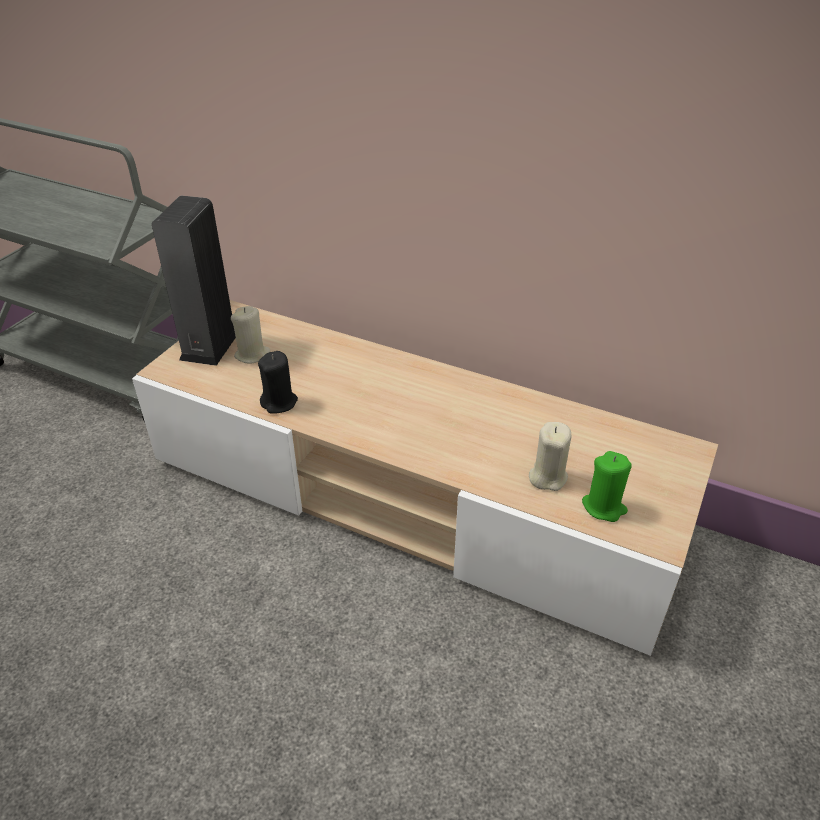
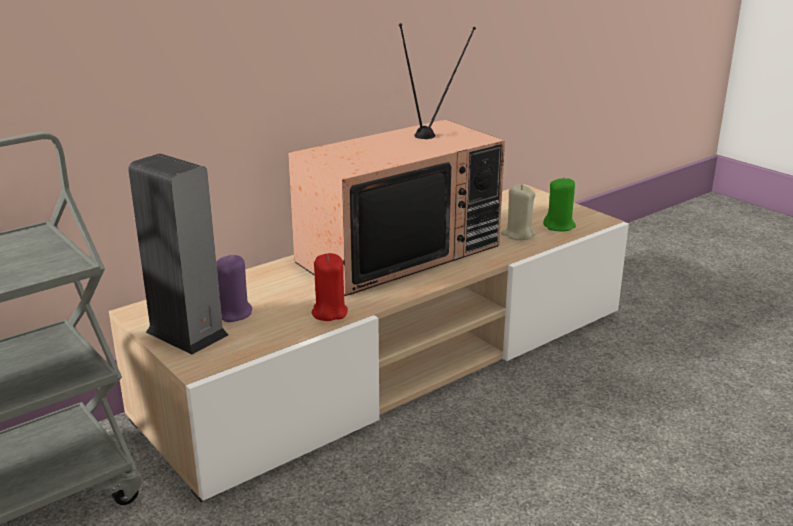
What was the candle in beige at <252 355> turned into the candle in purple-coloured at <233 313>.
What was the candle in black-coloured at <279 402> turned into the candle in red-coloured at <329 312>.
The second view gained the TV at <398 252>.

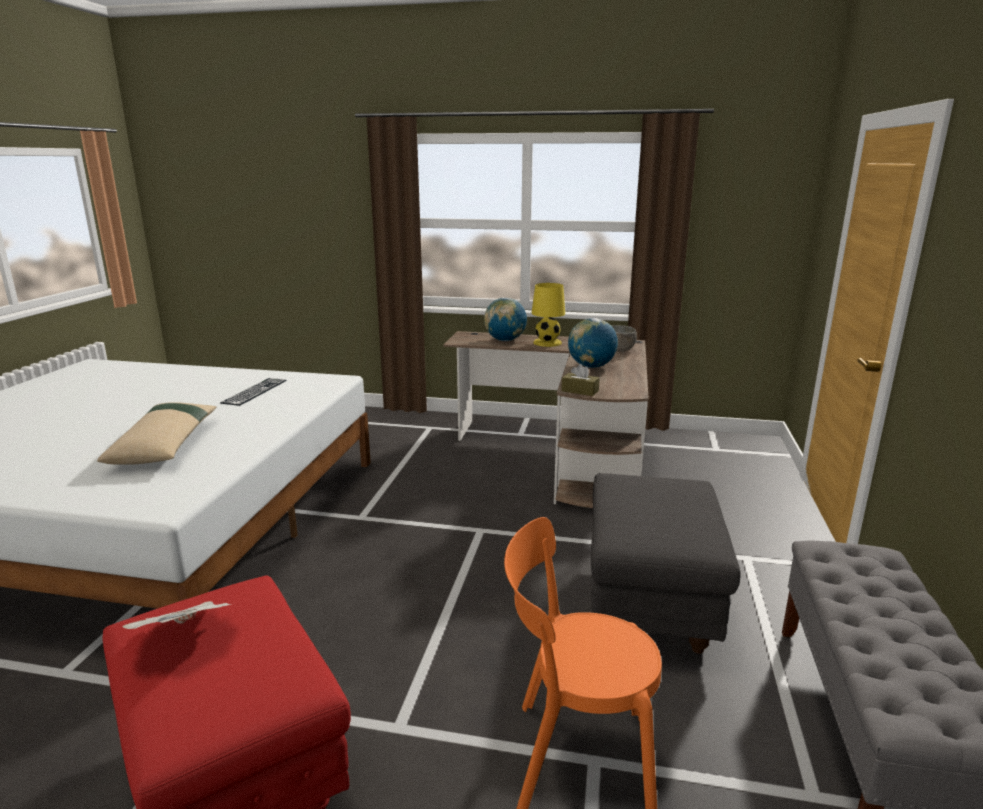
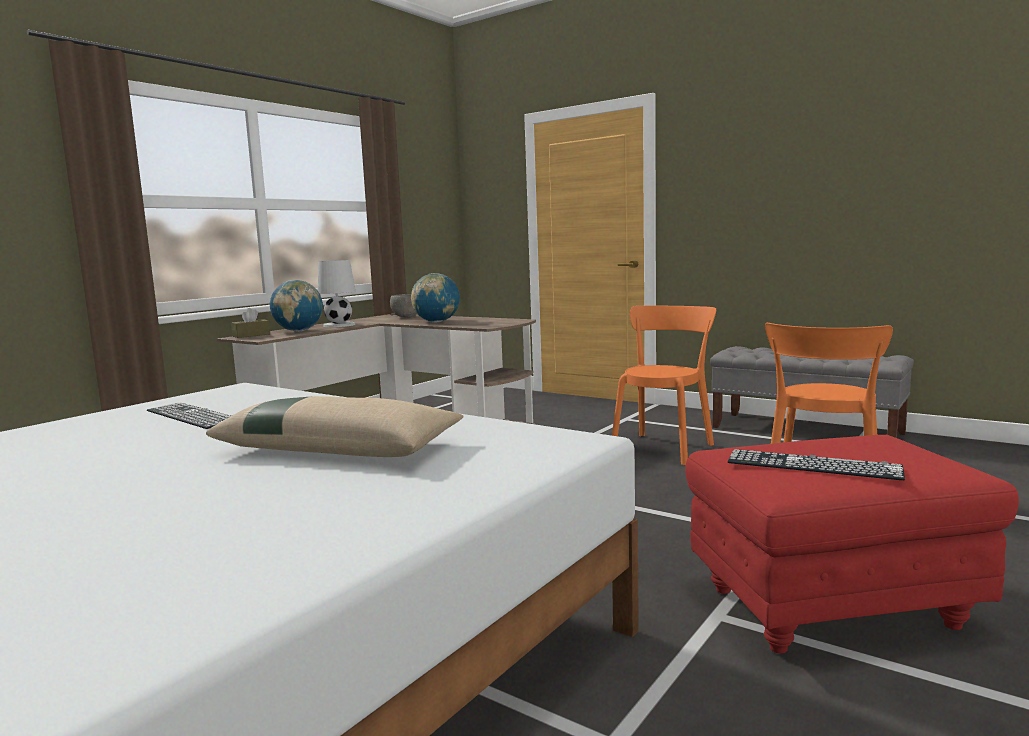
Where the printed paper stood at <186 635>, the computer keyboard came to stand at <812 465>.
What was the lamp for a table in yellow at <547 343> turned into the lamp for a table in white at <339 325>.
The tissue holder in brownish ended up elsewhere, having gone from <580 391> to <251 335>.
Where the footrest in greyish stood at <651 605>, the upright chair in orange came to stand at <664 448>.

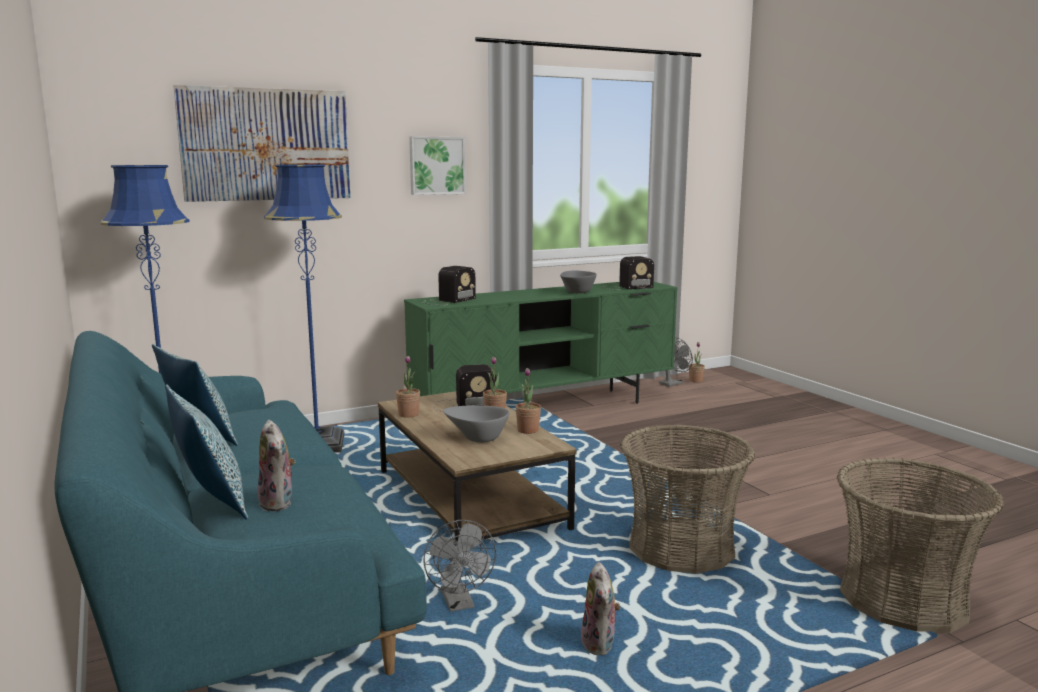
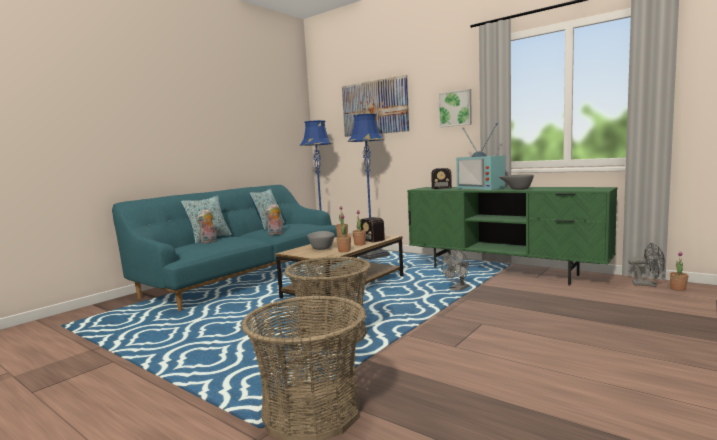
The electric fan in greyish ended up elsewhere, having gone from <459 604> to <457 289>.
The cuddly toy ended up elsewhere, having gone from <600 645> to <275 234>.
The second view lost the radio at <625 287>.
The second view gained the TV at <482 188>.

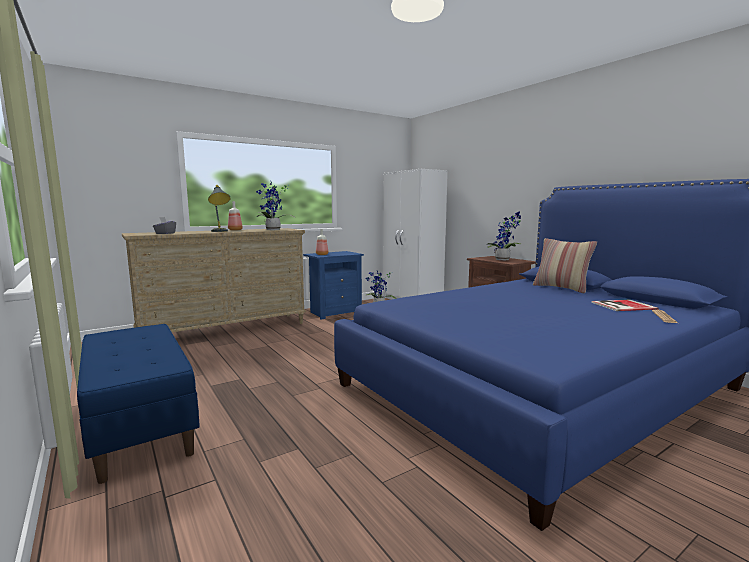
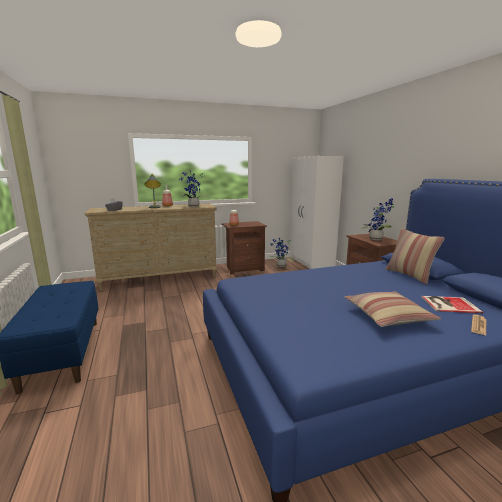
What was the night table in bluish at <334 312> turned into the night table in brownish at <244 268>.
The second view gained the pillow at <388 316>.

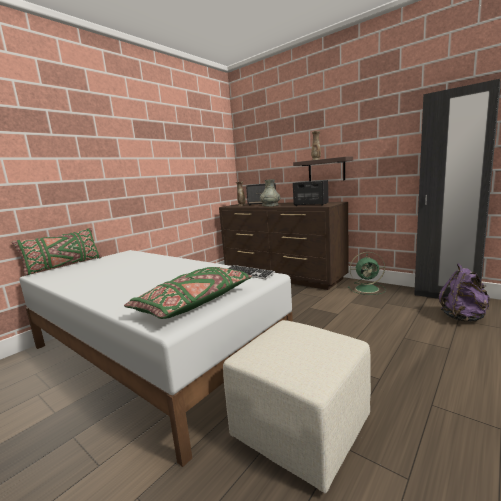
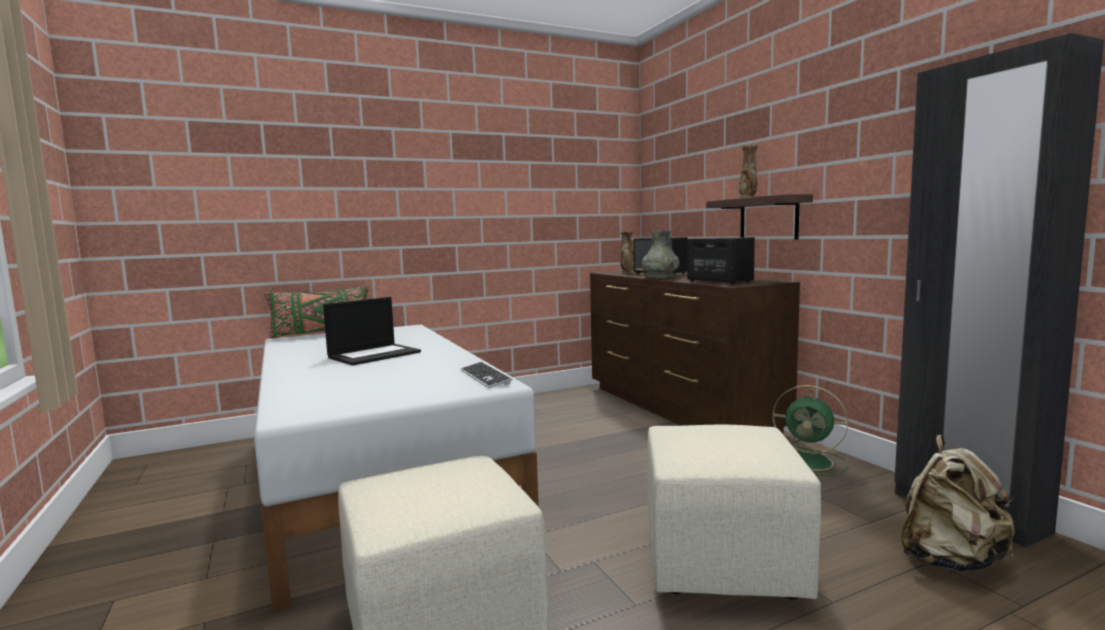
The second view lost the pillow in green-coloured at <194 303>.
What was the rucksack in purple-coloured at <463 317> turned into the rucksack in beige at <949 560>.
The second view gained the notebook computer at <375 354>.
The second view gained the footrest in beige at <723 563>.

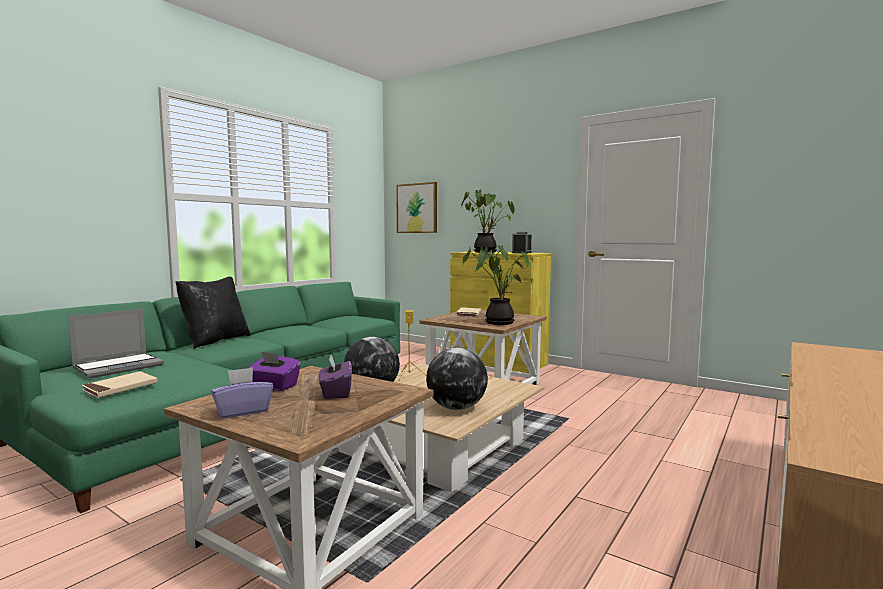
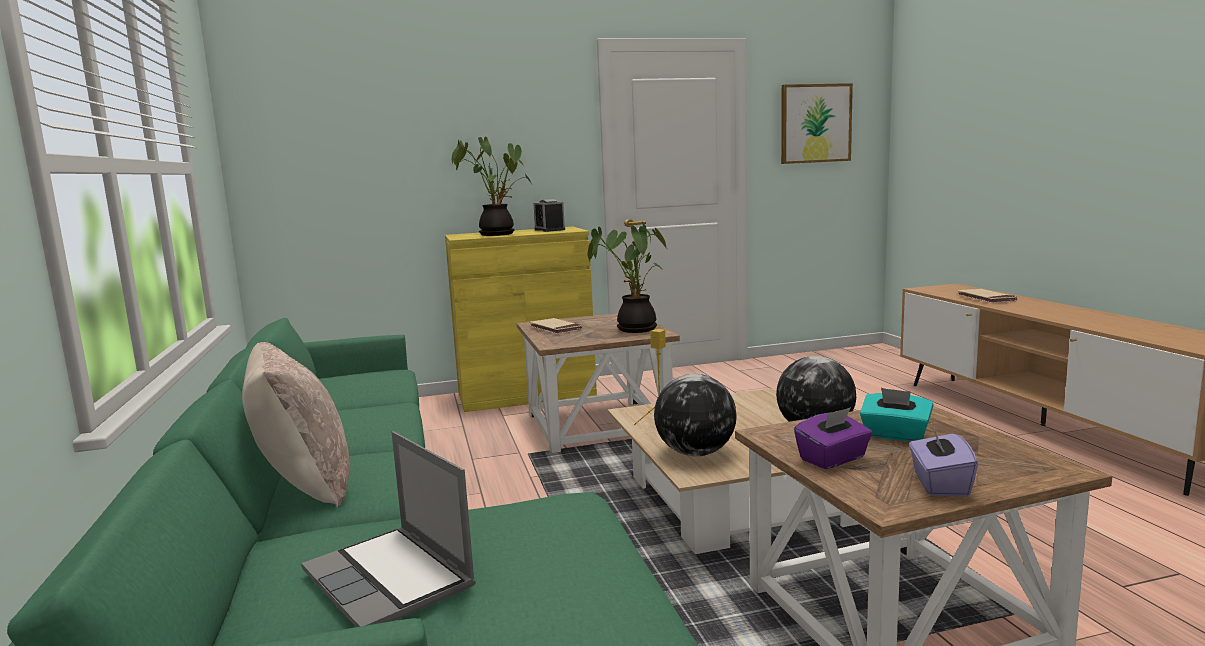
The notebook computer at <120 366> ended up facing another way, 150 degrees clockwise from before.
The bound book in beige ended up elsewhere, having gone from <120 387> to <985 299>.
What was the pillow in black-coloured at <215 340> turned into the pillow in beige at <304 485>.
What was the tissue holder in purple-coloured at <335 393> turned into the tissue holder in turquoise at <895 435>.
The wall art ended up elsewhere, having gone from <417 208> to <815 123>.

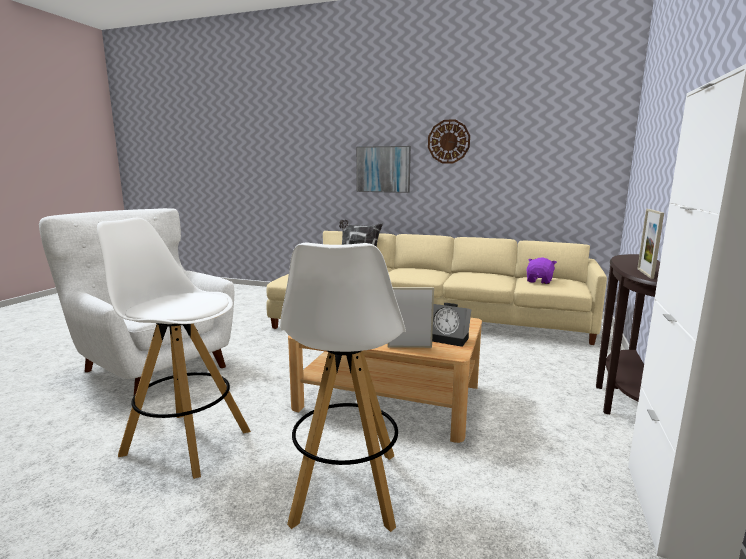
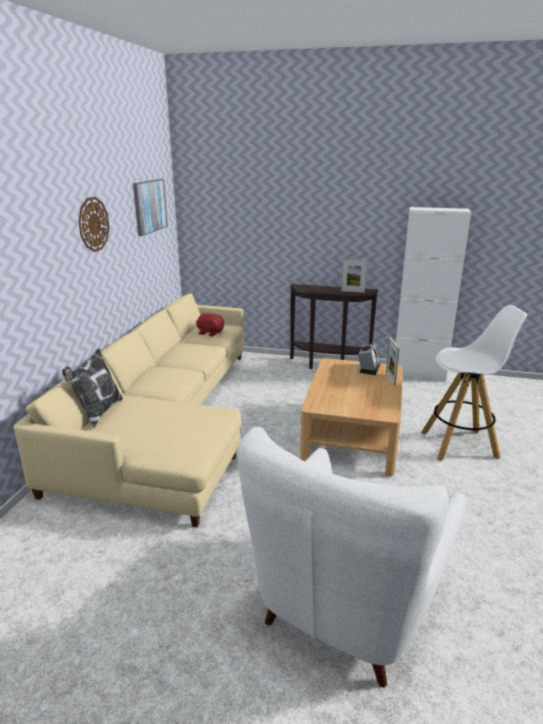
The second view lost the stool seat in white at <185 442>.
The wall art ended up elsewhere, having gone from <383 169> to <149 206>.
What was the cuddly toy in purple-coloured at <539 281> turned into the cuddly toy in red-coloured at <210 333>.

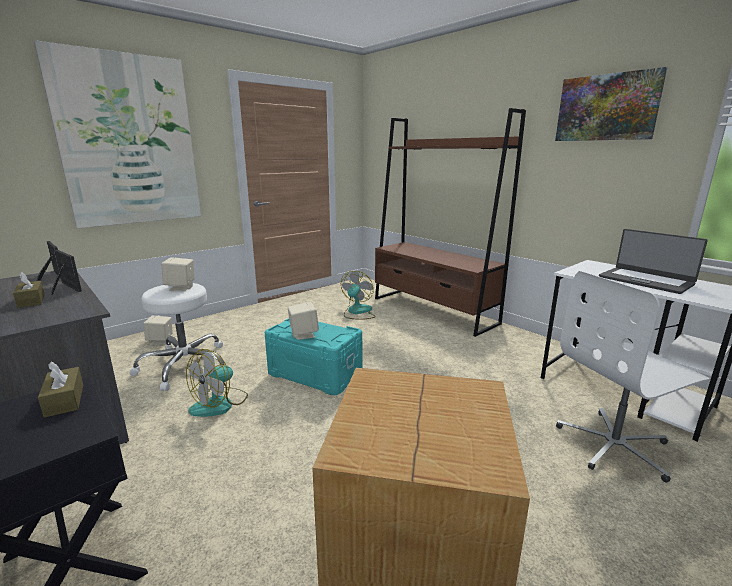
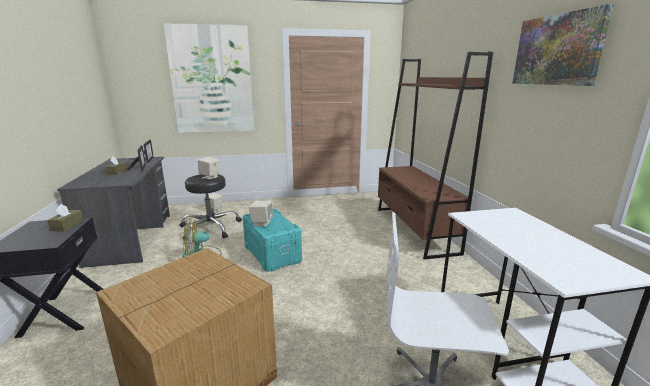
What was the stool seat in white at <185 365> turned into the stool seat in black-coloured at <210 228>.
The second view lost the electric fan at <357 312>.
The second view lost the notebook computer at <645 280>.

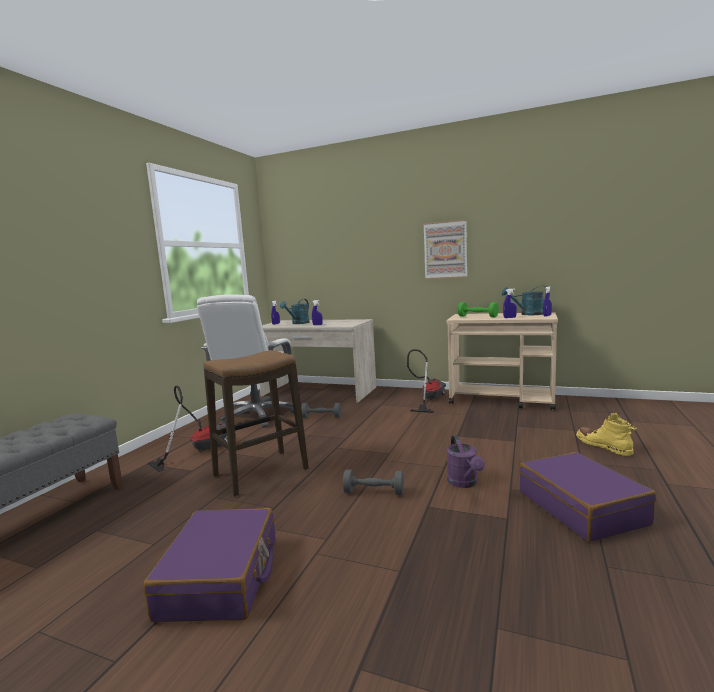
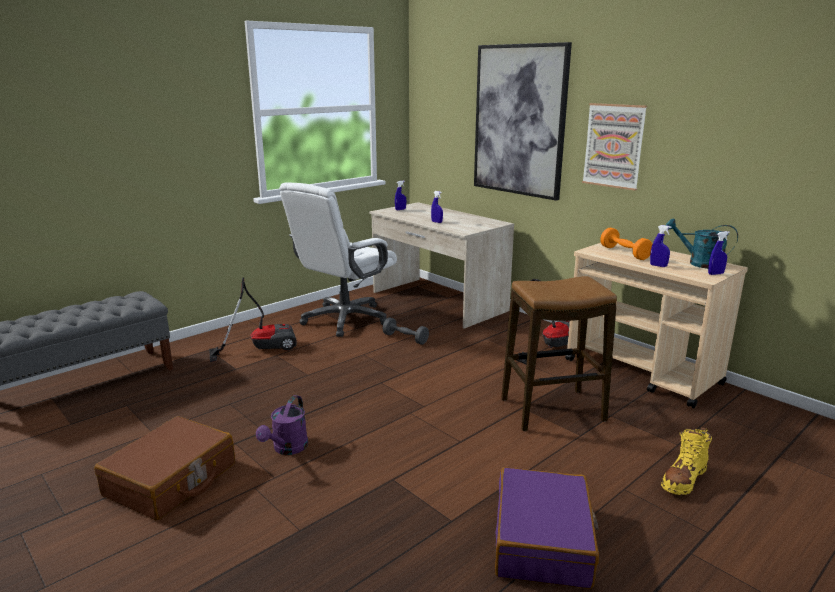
What was the travel case in purple-coloured at <221 578> turned into the travel case in brownish at <171 480>.
The stool seat ended up elsewhere, having gone from <261 472> to <552 410>.
The second view lost the watering pot in turquoise at <298 323>.
The second view lost the dumbbell in greyish at <374 492>.
The watering pot in purple-coloured ended up elsewhere, having gone from <465 483> to <287 449>.
What was the dumbbell in green-coloured at <477 316> turned into the dumbbell in orange at <624 253>.
The high-top boot in yellow at <604 446> ended up facing another way, 135 degrees counterclockwise from before.
The second view gained the wall art at <519 121>.

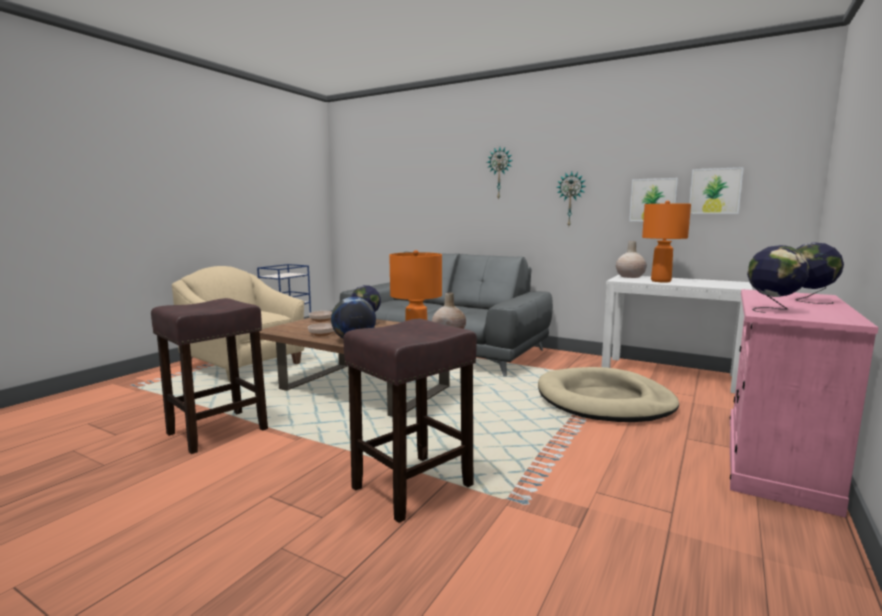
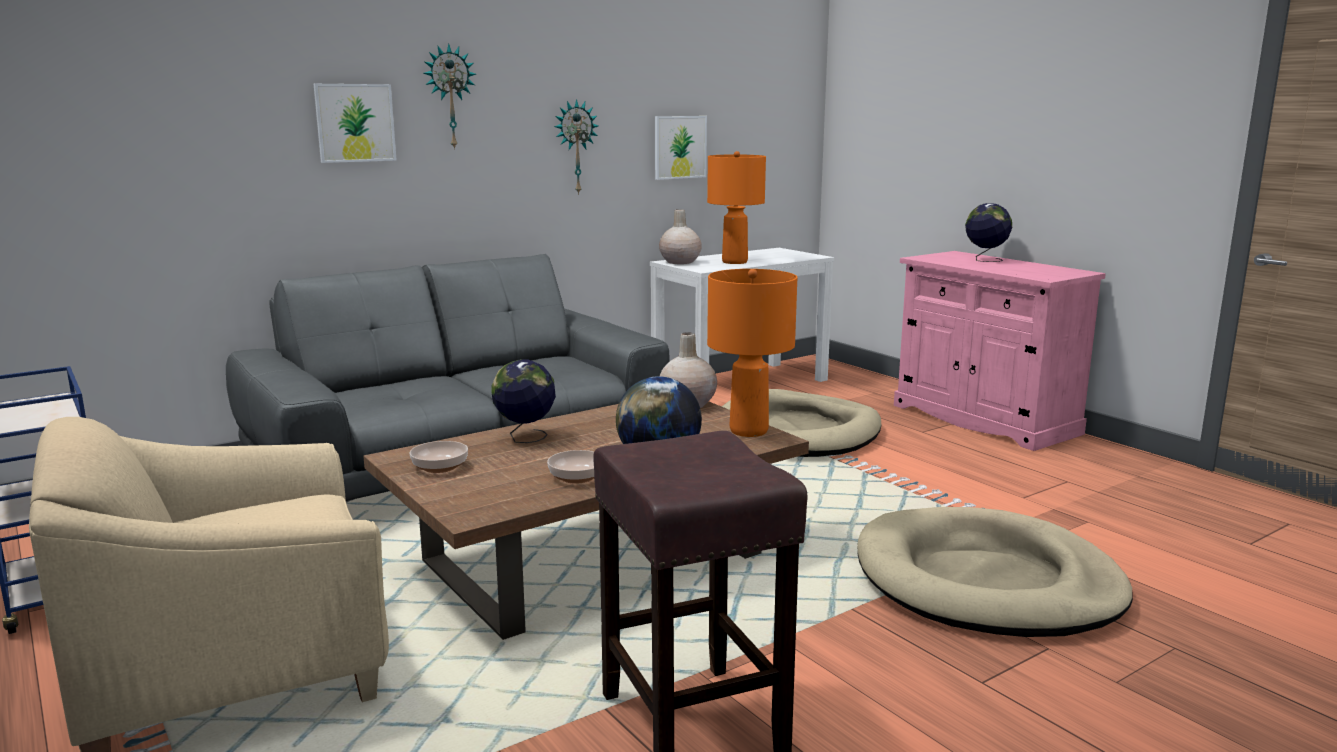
Where the stool seat in brownish stood at <411 487>, the dog bed in beige came to stand at <986 582>.
The wall art ended up elsewhere, having gone from <715 191> to <355 123>.
The second view lost the world globe at <772 310>.

